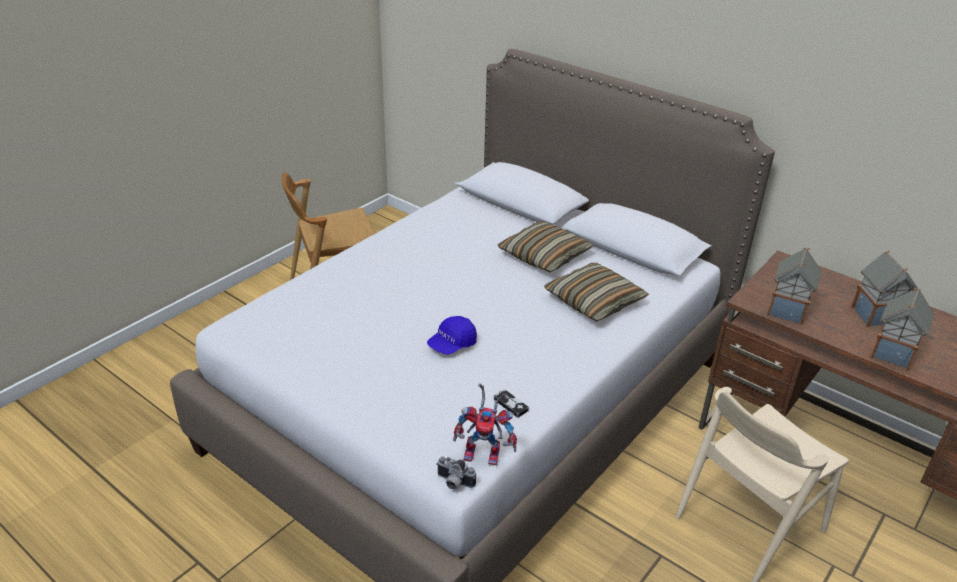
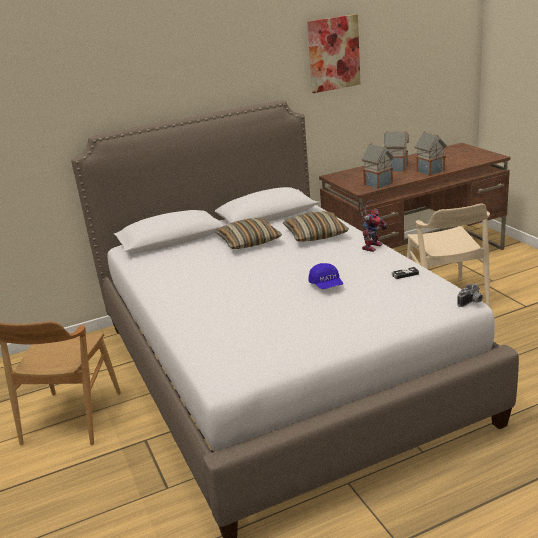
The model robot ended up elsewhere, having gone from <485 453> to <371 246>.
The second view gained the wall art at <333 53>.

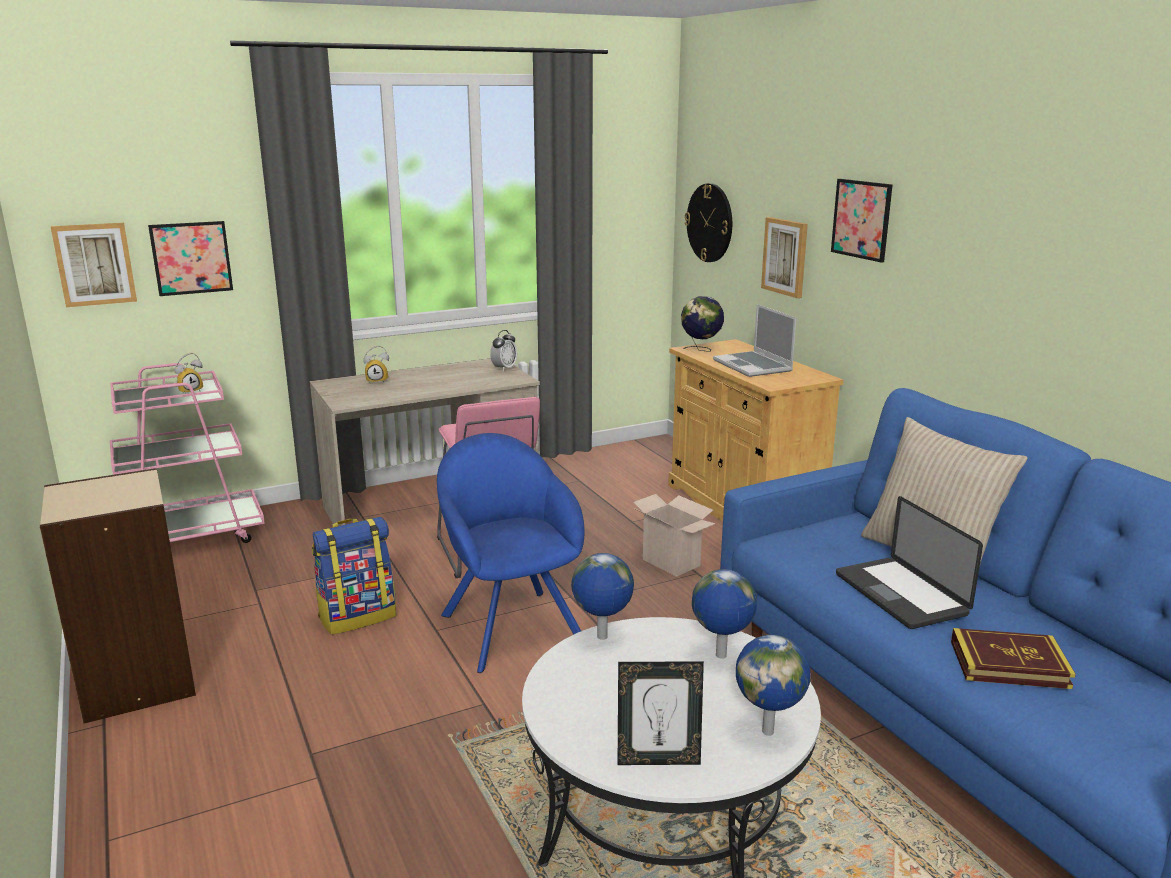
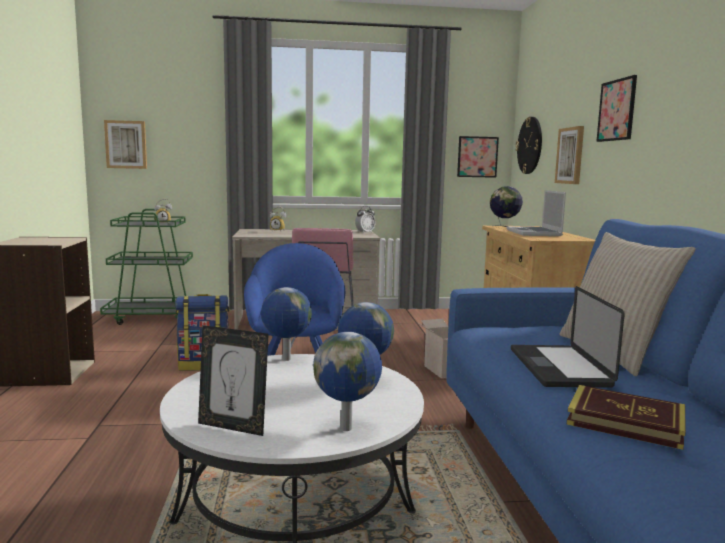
What was the trolley in pink-coloured at <190 536> turned into the trolley in green-coloured at <154 317>.
The wall art ended up elsewhere, having gone from <191 258> to <477 157>.

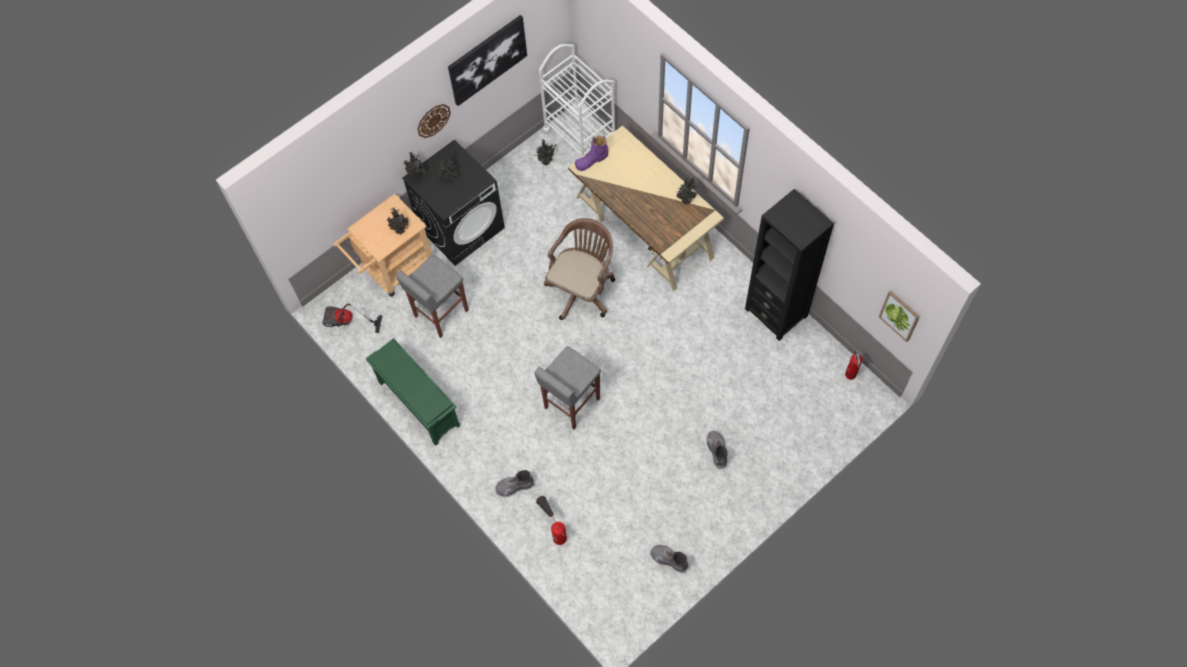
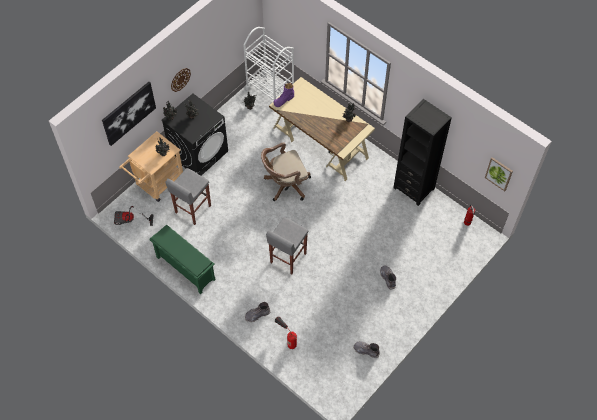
The wall art ended up elsewhere, having gone from <487 59> to <128 113>.
The computer chair in brownish at <582 289> ended up facing another way, 135 degrees counterclockwise from before.

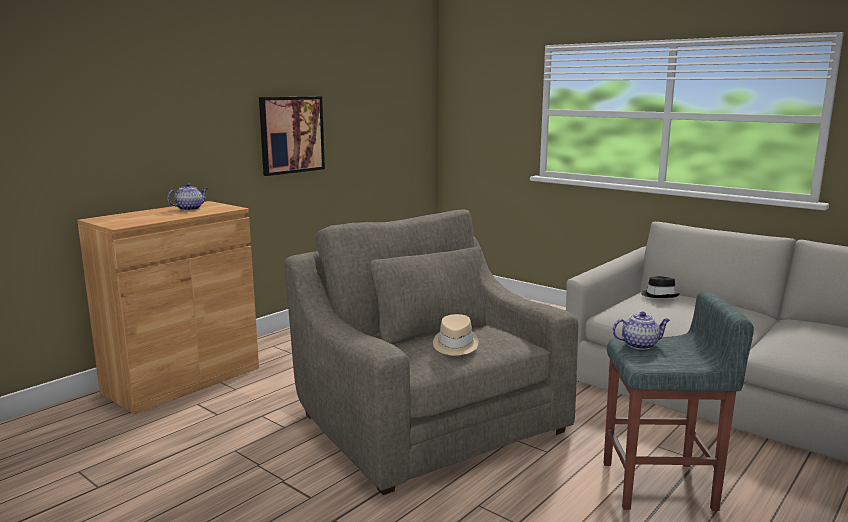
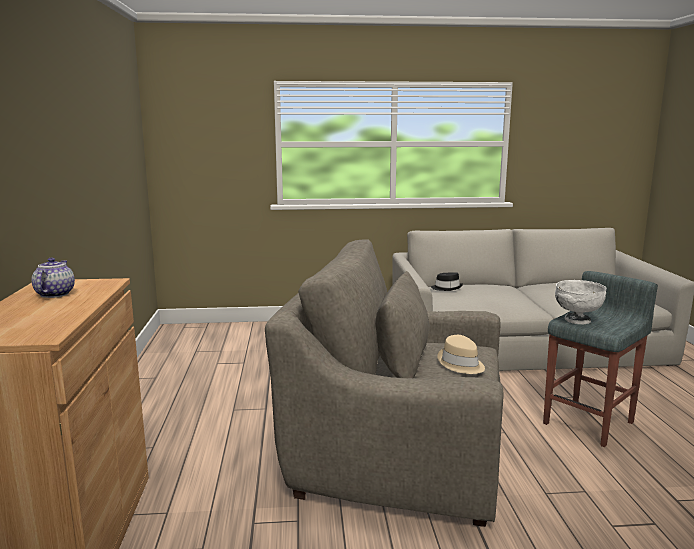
The second view lost the wall art at <291 134>.
Where the pot for tea stood at <640 345>, the serving bowl in white came to stand at <576 320>.

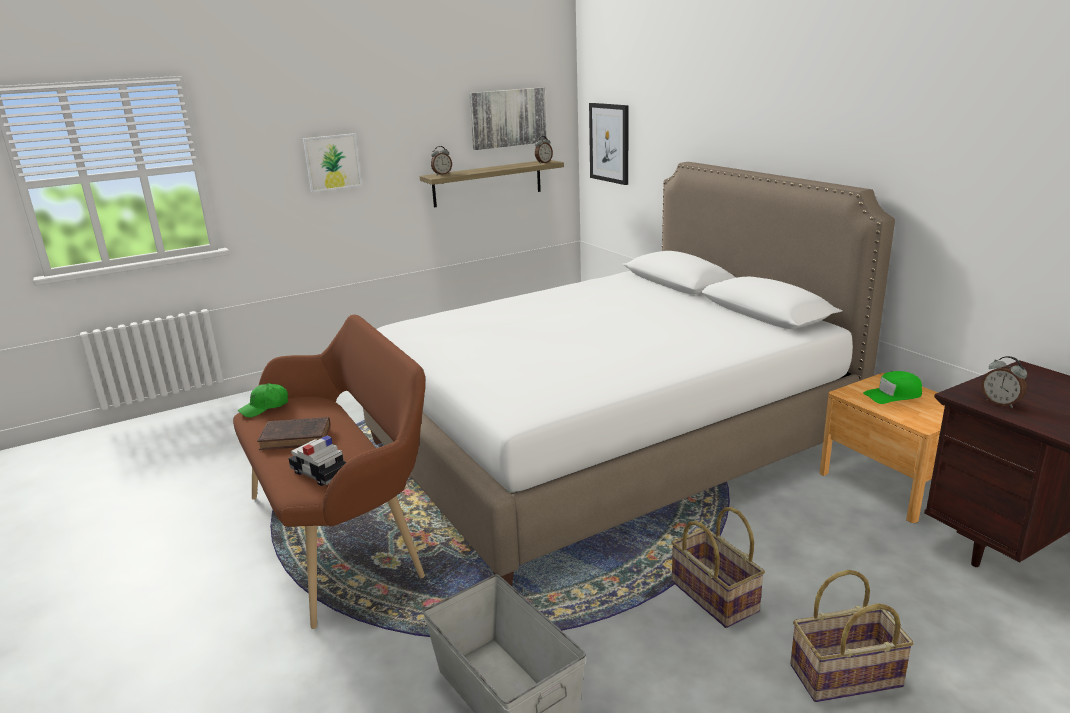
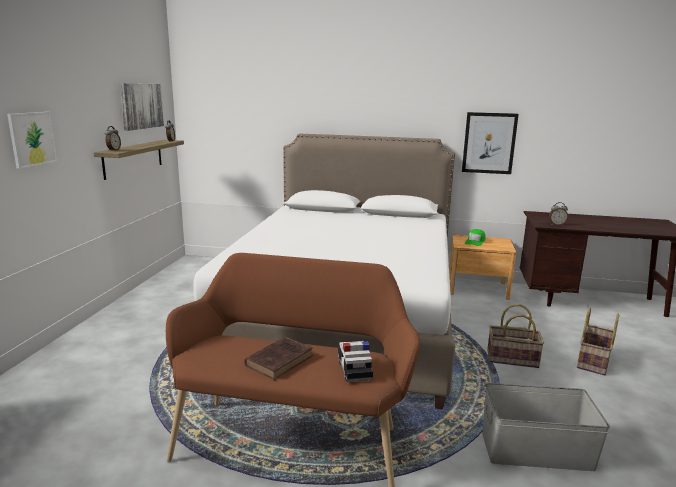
The second view lost the baseball cap in green-coloured at <264 407>.
The toy car at <320 473> ended up facing another way, 90 degrees clockwise from before.
The wall art ended up elsewhere, having gone from <609 143> to <489 143>.

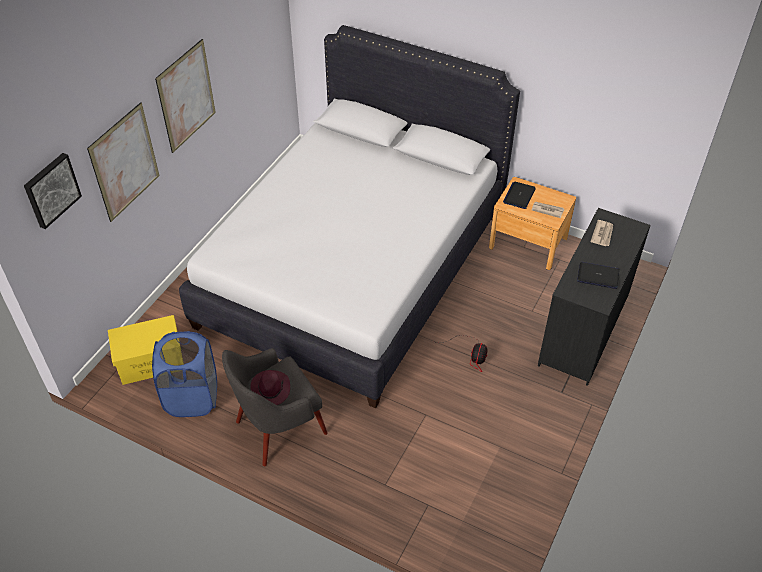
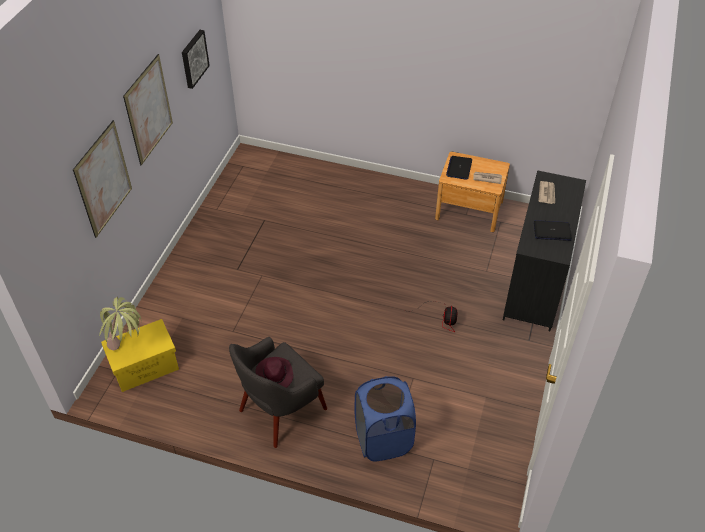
The wall art ended up elsewhere, having gone from <51 190> to <193 58>.
The hamper in bluish ended up elsewhere, having gone from <192 398> to <383 439>.
The second view lost the bed in white at <353 268>.
The second view gained the houseplant at <129 349>.

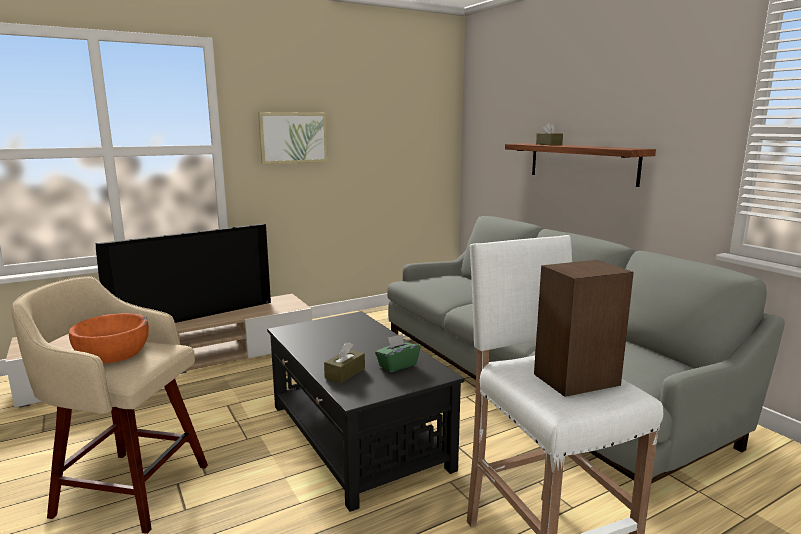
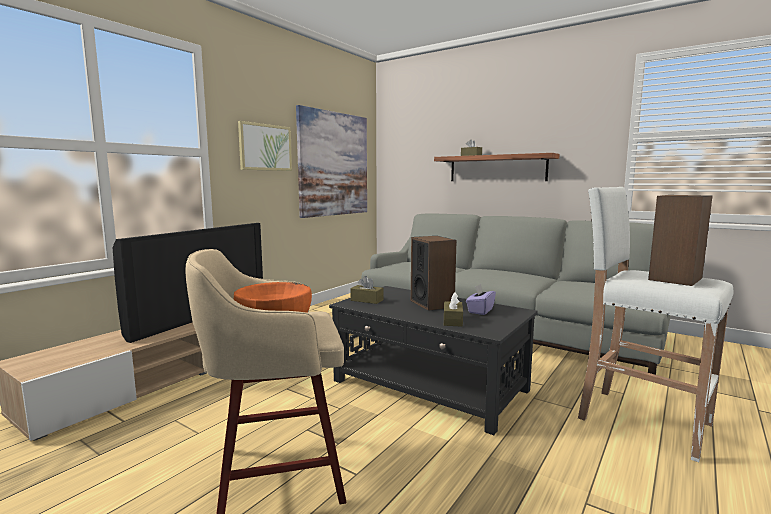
What was the tissue holder in green-coloured at <397 365> turned into the tissue holder in purple-coloured at <480 310>.
The second view gained the wall art at <333 164>.
The second view gained the tissue holder in brownish at <367 300>.
The second view gained the speaker at <432 303>.

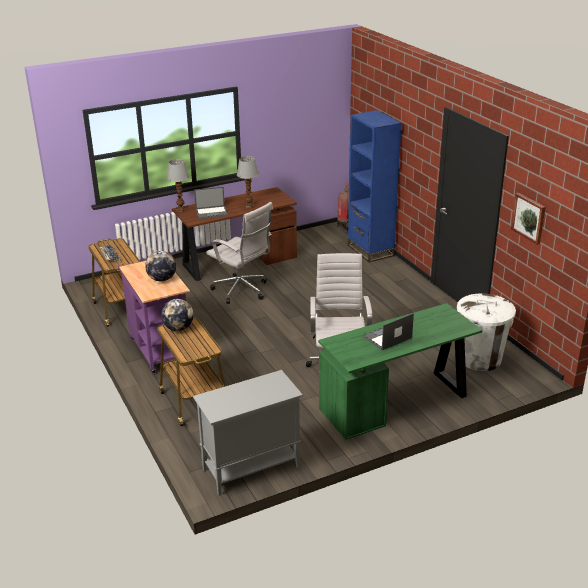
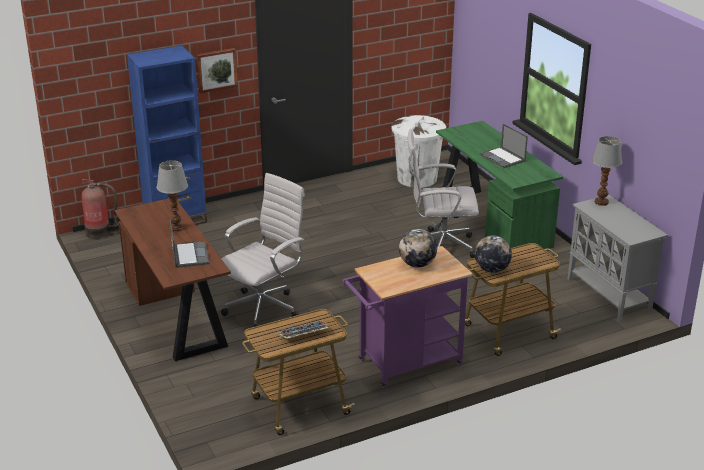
The lamp for a table ended up elsewhere, having gone from <180 209> to <602 202>.
The wall art ended up elsewhere, having gone from <529 218> to <216 70>.

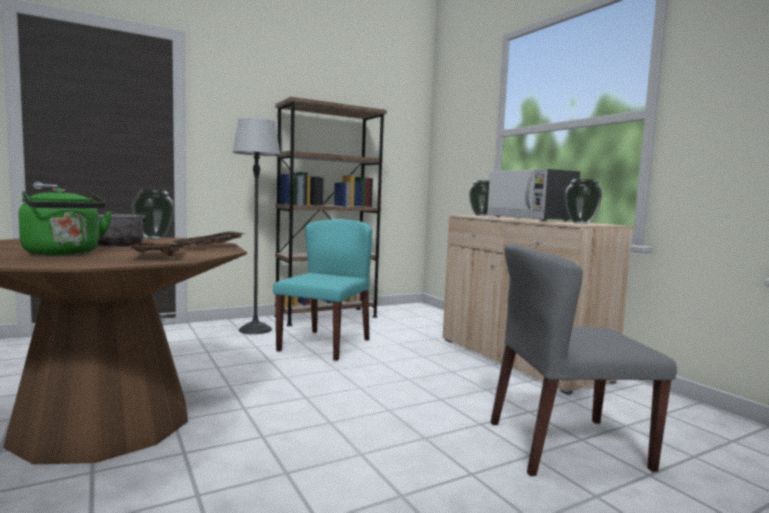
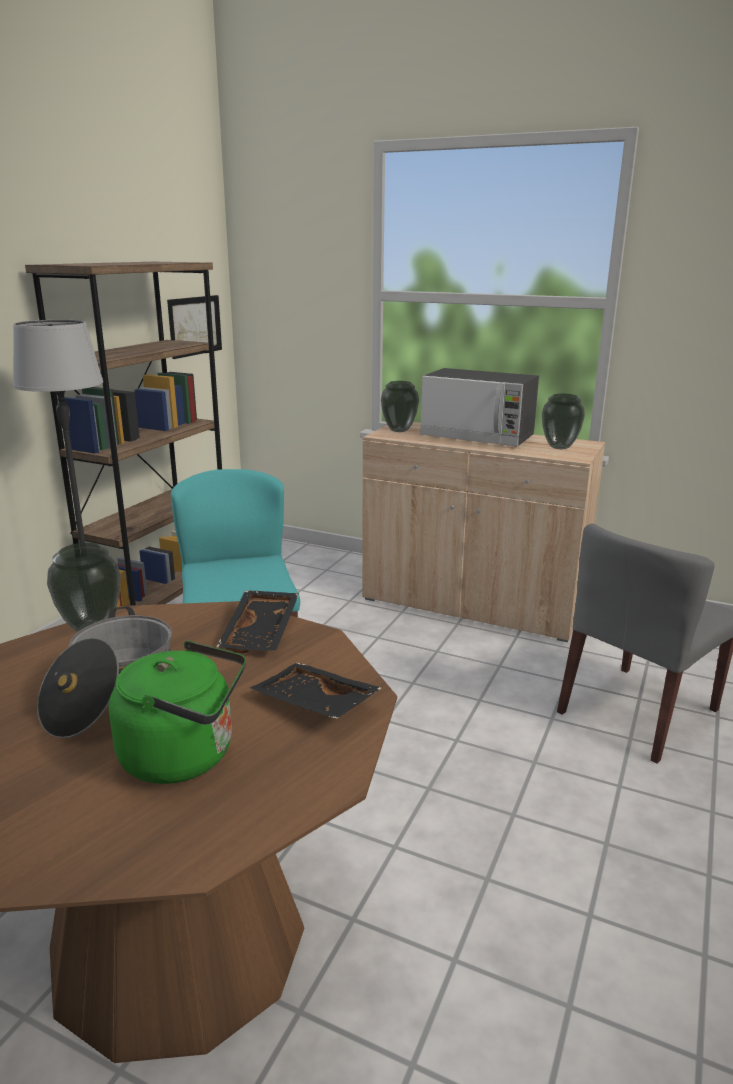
The second view gained the wall art at <195 326>.

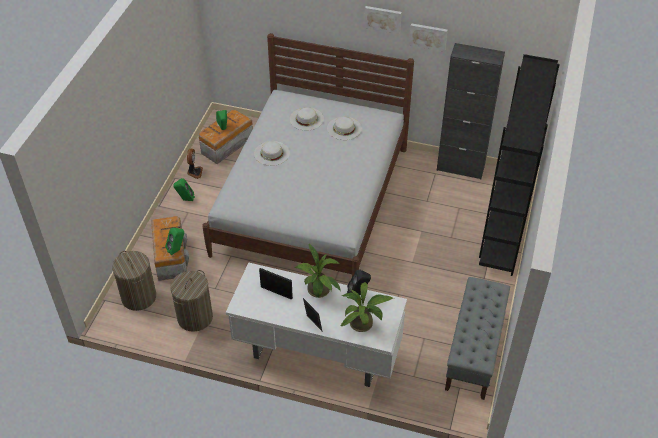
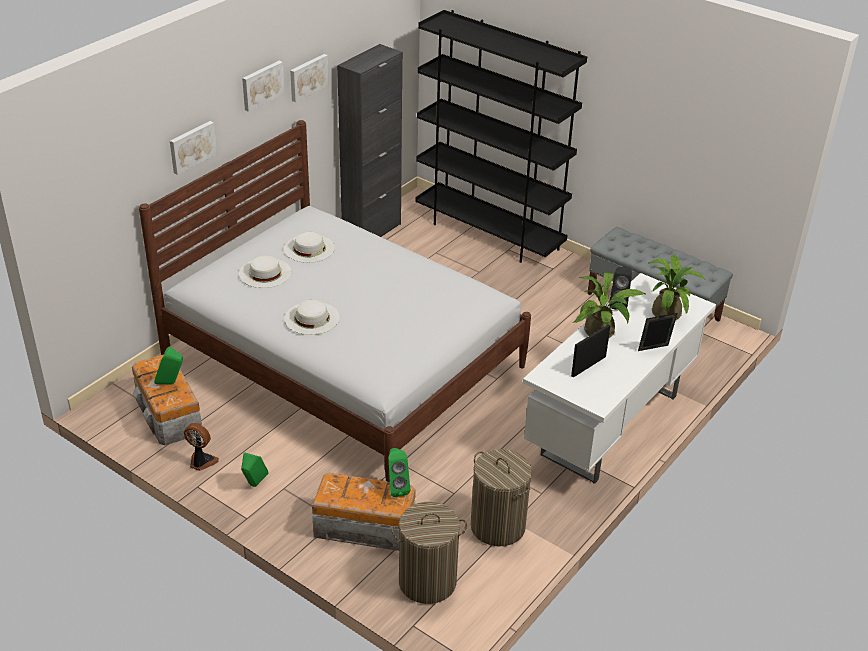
The second view gained the wall art at <191 146>.

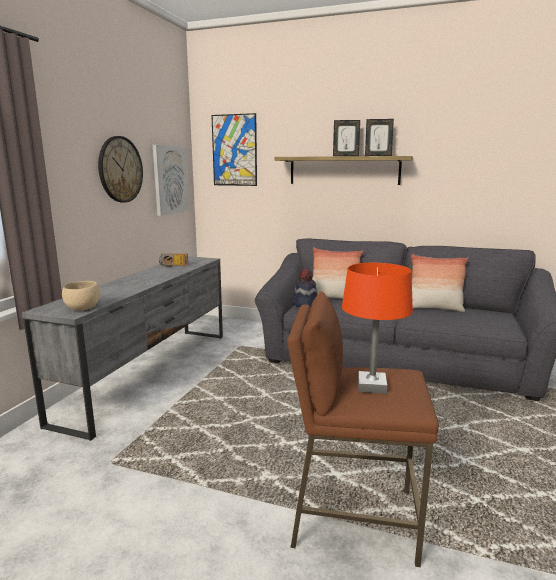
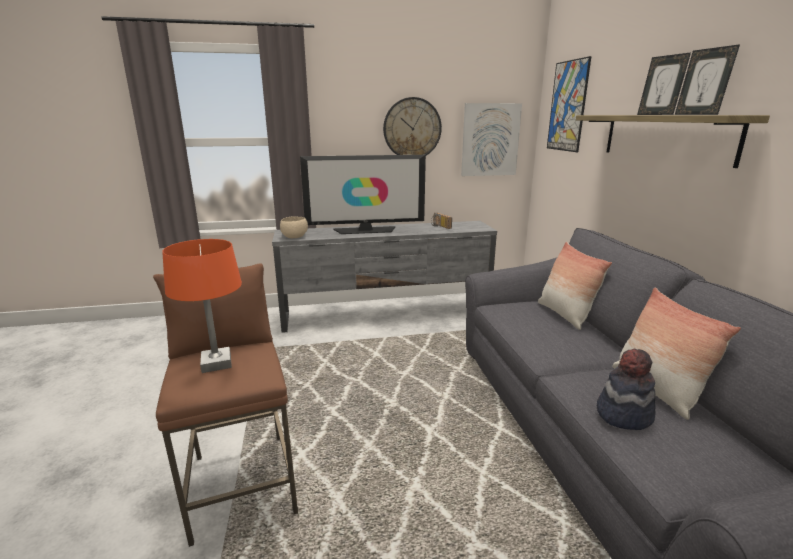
The wearable hat ended up elsewhere, having gone from <305 304> to <623 414>.
The second view gained the TV at <365 230>.

